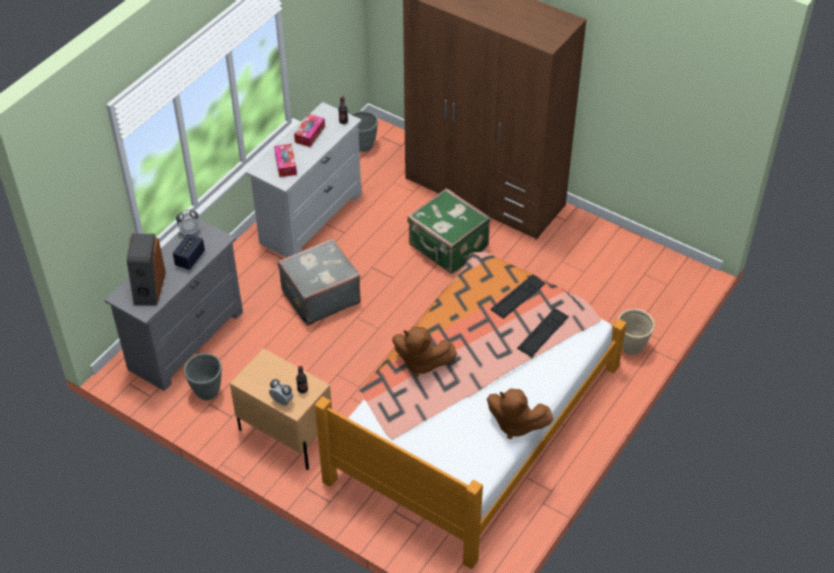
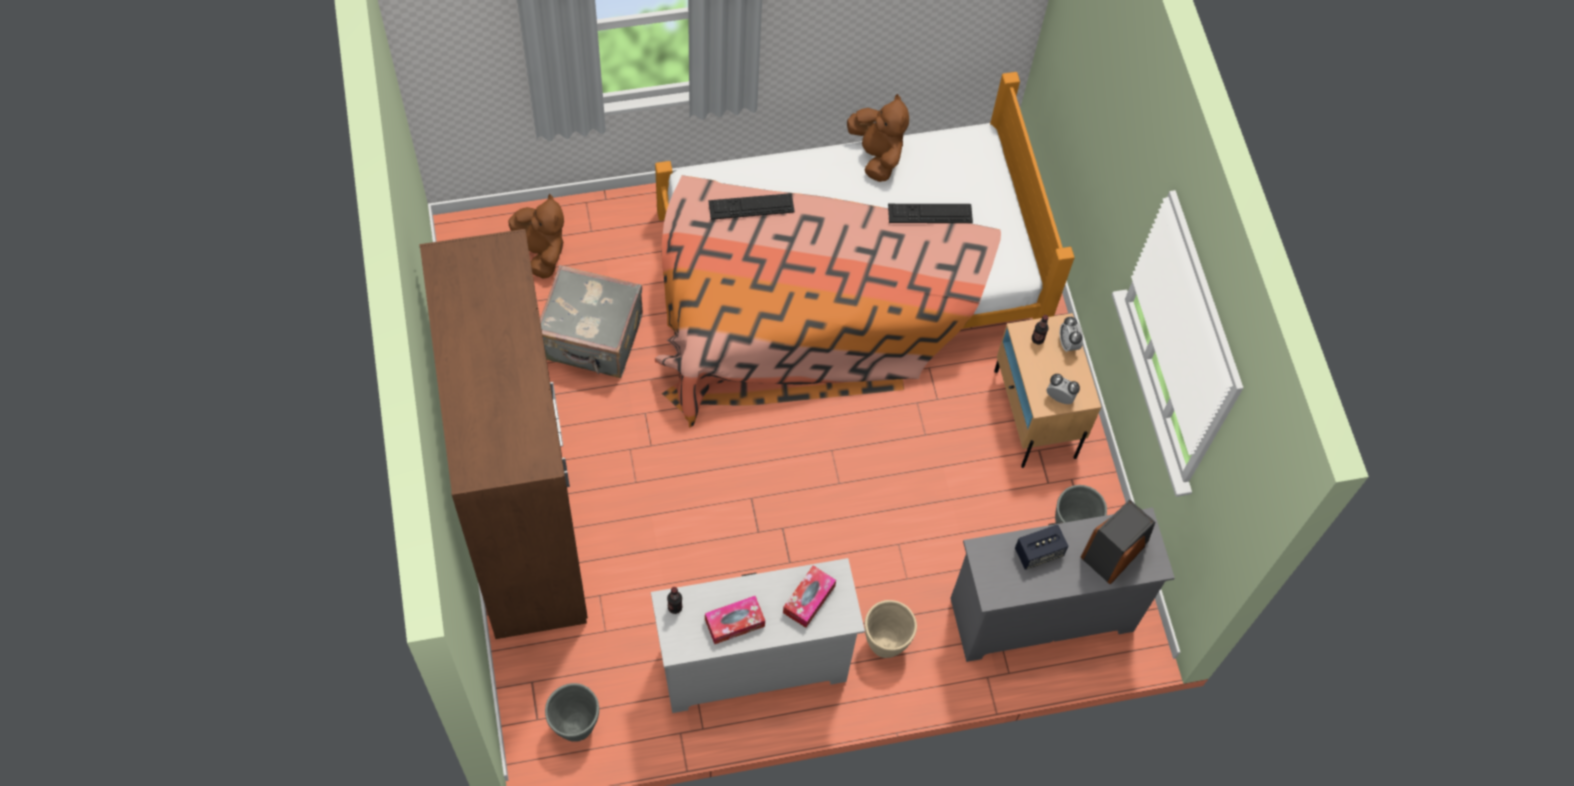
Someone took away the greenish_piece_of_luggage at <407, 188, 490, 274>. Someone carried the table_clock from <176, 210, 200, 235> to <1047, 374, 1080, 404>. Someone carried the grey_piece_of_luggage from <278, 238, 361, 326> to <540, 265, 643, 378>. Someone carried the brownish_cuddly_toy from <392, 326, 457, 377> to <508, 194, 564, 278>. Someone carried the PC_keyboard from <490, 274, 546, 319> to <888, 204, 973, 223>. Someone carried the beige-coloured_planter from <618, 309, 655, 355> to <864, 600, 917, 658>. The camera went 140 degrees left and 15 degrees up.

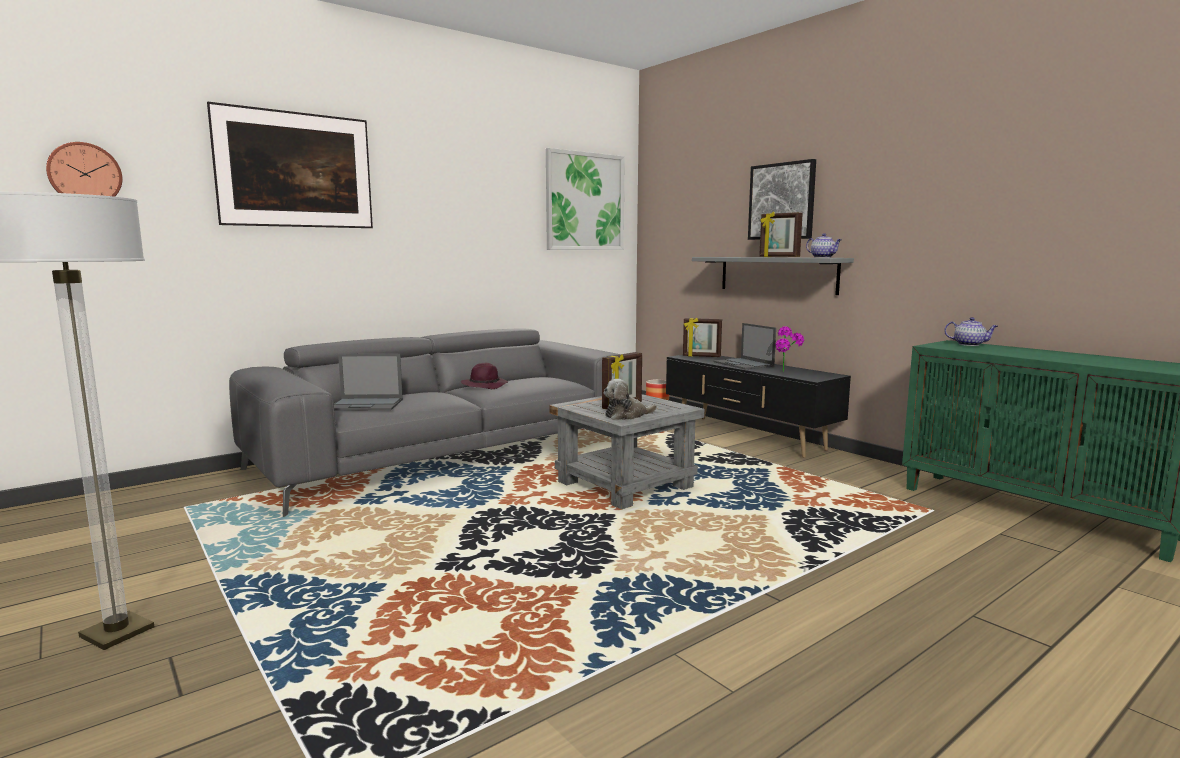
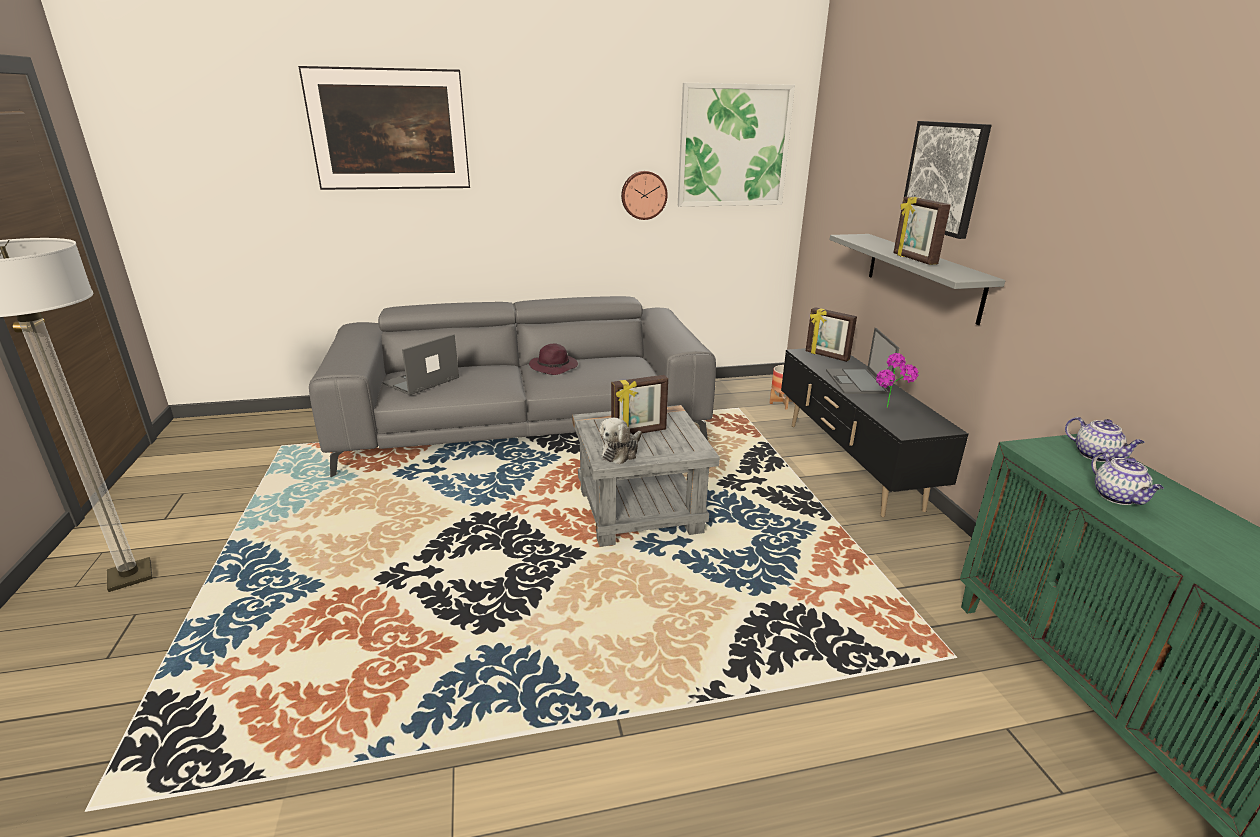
Someone carried the clock_on_the_wall from <46, 142, 122, 197> to <621, 171, 668, 220>. Someone carried the pot_for_tea from <806, 233, 842, 258> to <1091, 451, 1164, 505>. Someone rotated the laptop at <334, 354, 403, 411> by 105 degrees clockwise. Someone rotated the cuddly_toy at <603, 379, 657, 420> by 60 degrees counterclockwise. The camera went 25 degrees right and 15 degrees up.

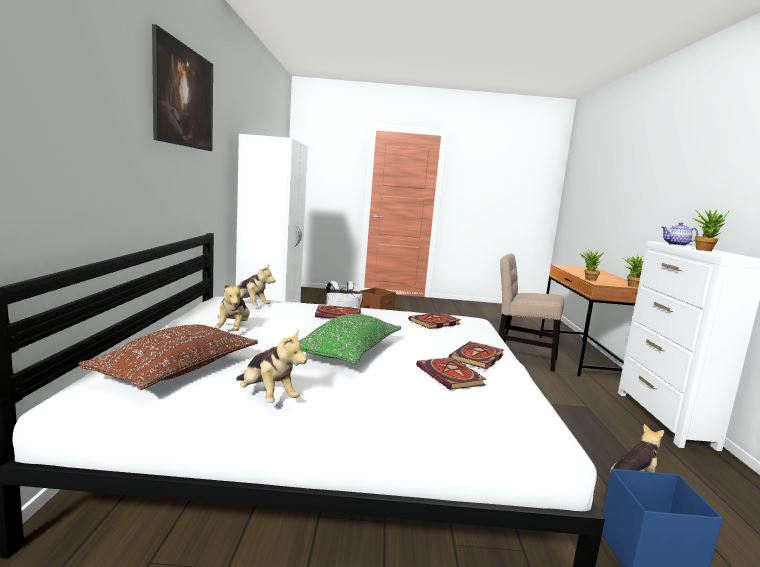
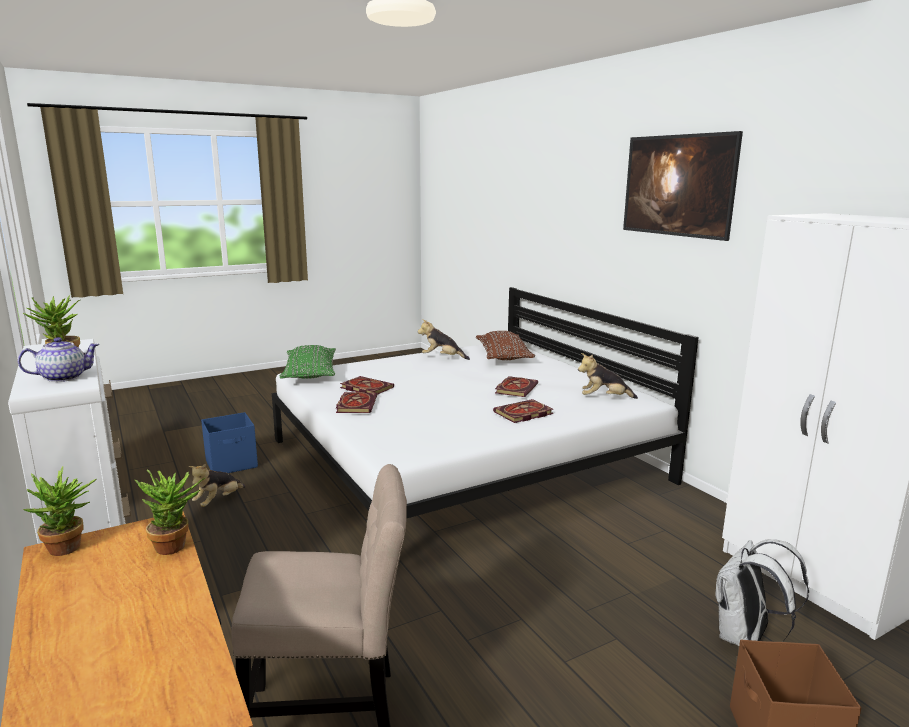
Someone took away the cuddly_toy at <215, 282, 250, 331>. Someone carried the greenish_cushion from <299, 313, 401, 364> to <280, 345, 336, 379>. Someone carried the book from <408, 312, 461, 329> to <495, 376, 538, 397>. The camera went 150 degrees right and 5 degrees up.

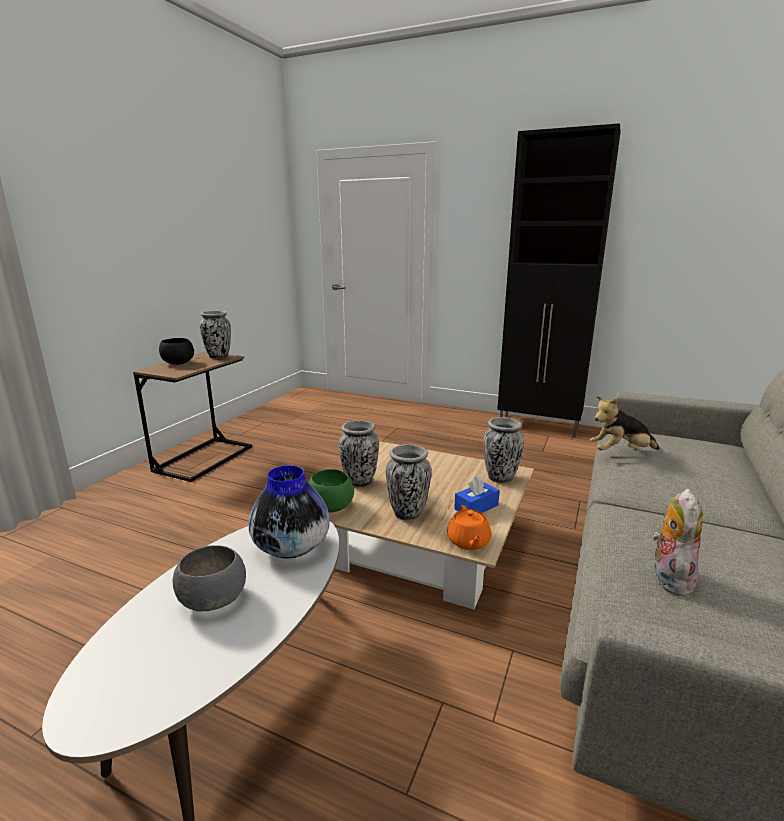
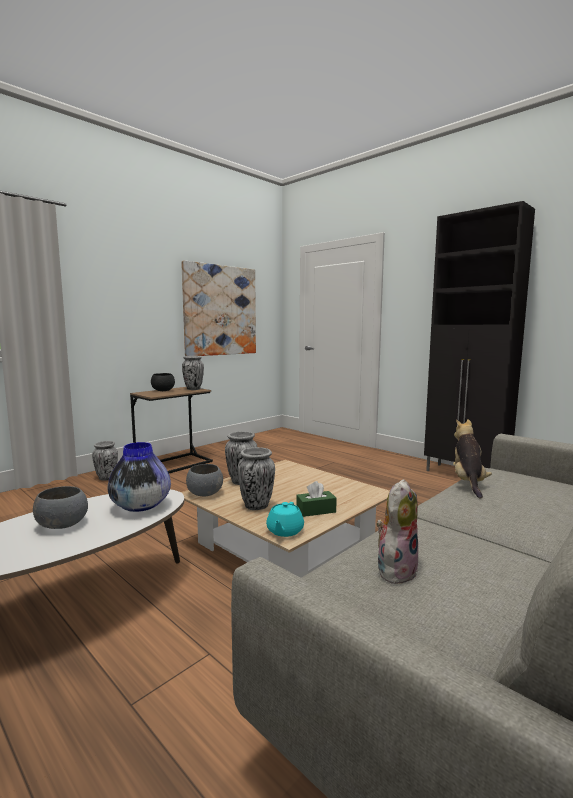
Someone put up the picture at <181, 260, 256, 356>. Someone carried the vase from <483, 417, 524, 483> to <92, 441, 118, 480>. Someone repainted the greenish_deep_dish at <309, 469, 354, 512>, which became the grey_deep_dish at <186, 464, 223, 497>. Someone repainted the orangey_pot_for_tea at <447, 505, 492, 550>, which became the turquoise-coloured_pot_for_tea at <266, 502, 304, 537>. Someone repainted the blue_tissue_holder at <454, 475, 500, 513>, which became the greenish_tissue_holder at <296, 481, 337, 517>. Someone rotated the cuddly_toy at <590, 396, 660, 451> by 90 degrees clockwise. The camera went 20 degrees right and 10 degrees down.

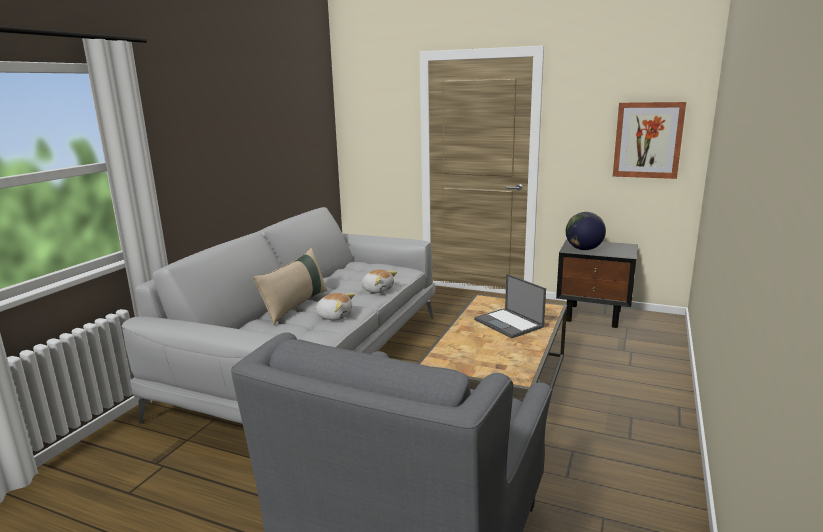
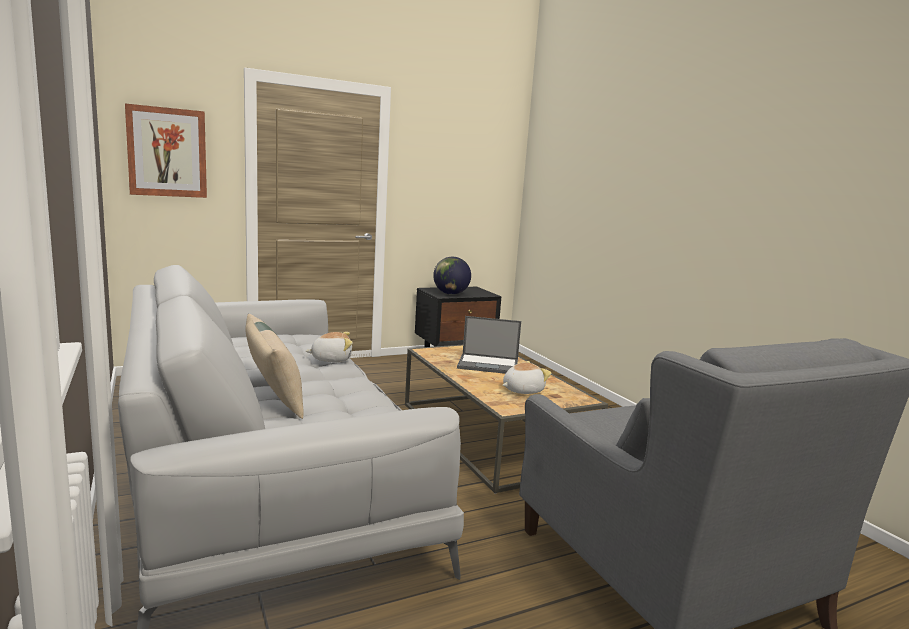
Someone carried the cuddly_toy from <314, 293, 355, 320> to <502, 361, 552, 394>. Someone carried the picture from <613, 102, 686, 179> to <125, 104, 207, 198>. The camera went 50 degrees left and 5 degrees down.

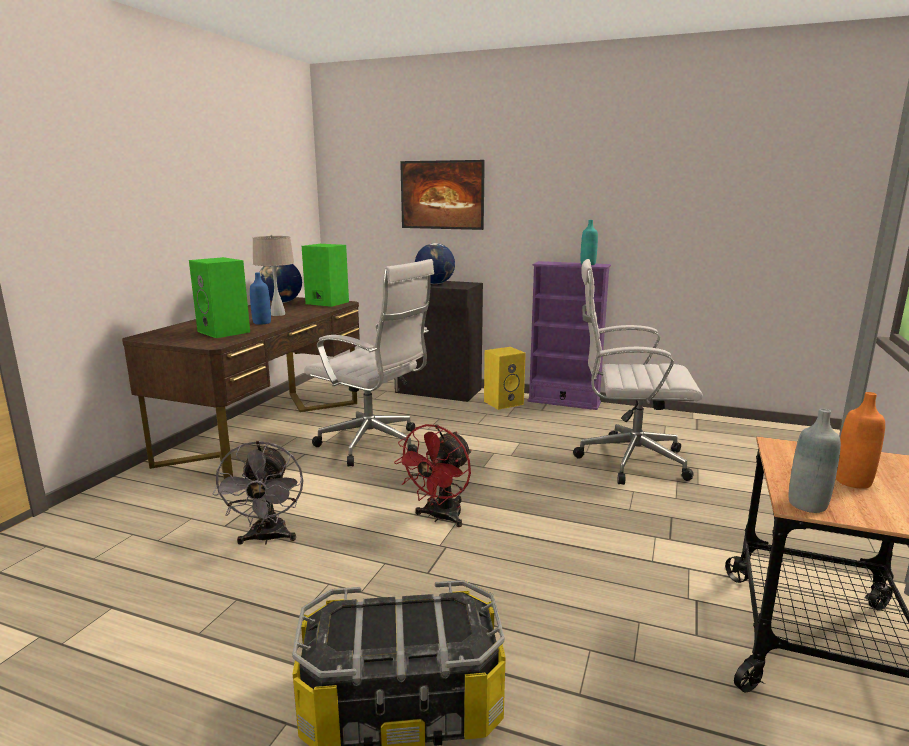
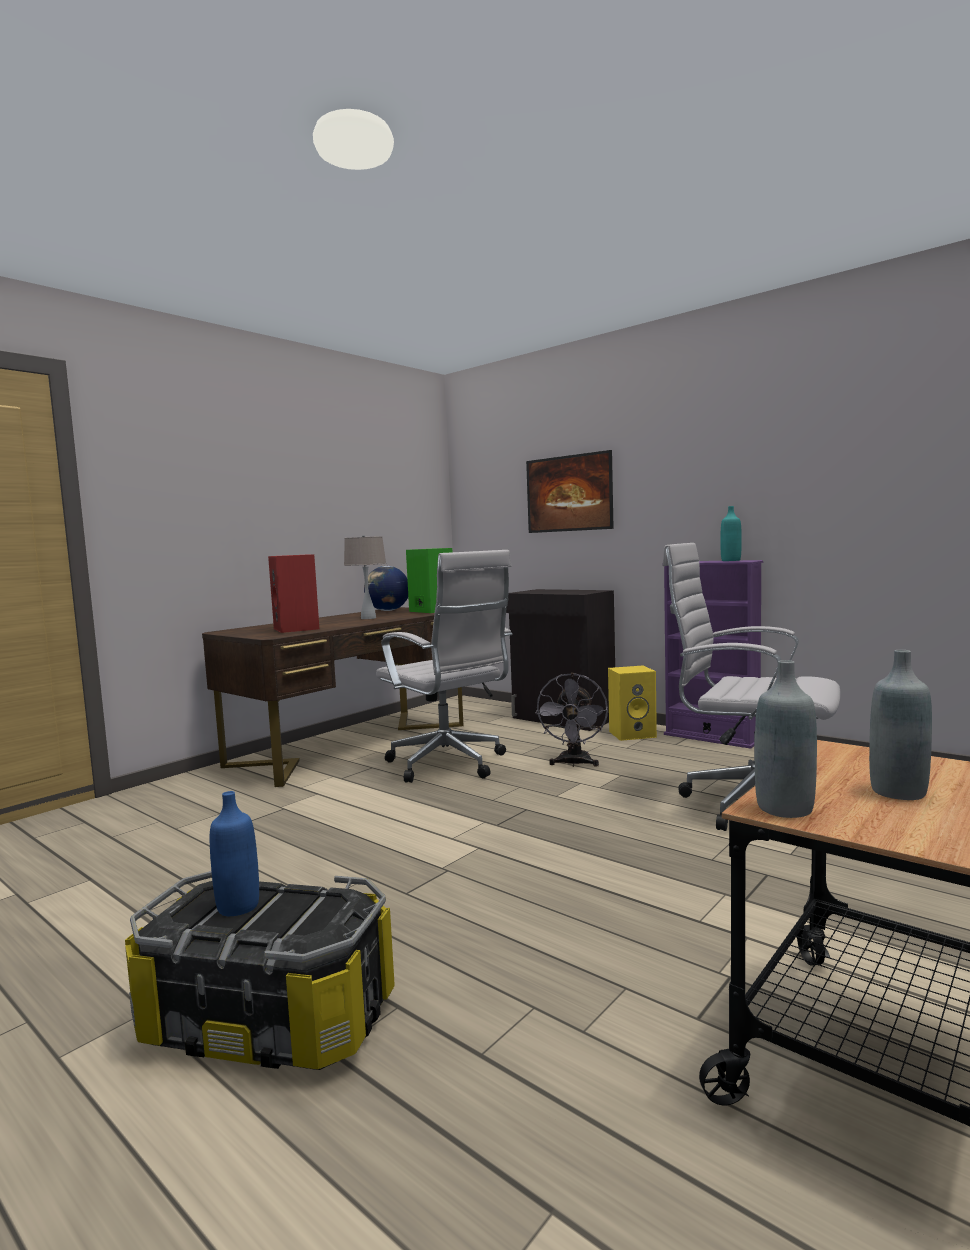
Someone took away the red-coloured_cooling_fan at <394, 424, 472, 527>. Someone took away the desk_globe at <415, 243, 455, 284>. Someone carried the grey_cooling_fan from <213, 441, 303, 545> to <535, 673, 608, 767>. Someone carried the blue_bottle from <250, 272, 271, 325> to <210, 791, 259, 916>. Someone repainted the greenish_audio_speaker at <189, 257, 250, 338>, which became the red-coloured_audio_speaker at <268, 554, 319, 633>. Someone repainted the orangey_bottle at <836, 392, 885, 488>, which became the grey_bottle at <869, 650, 932, 800>. The camera went 20 degrees right and 10 degrees down.

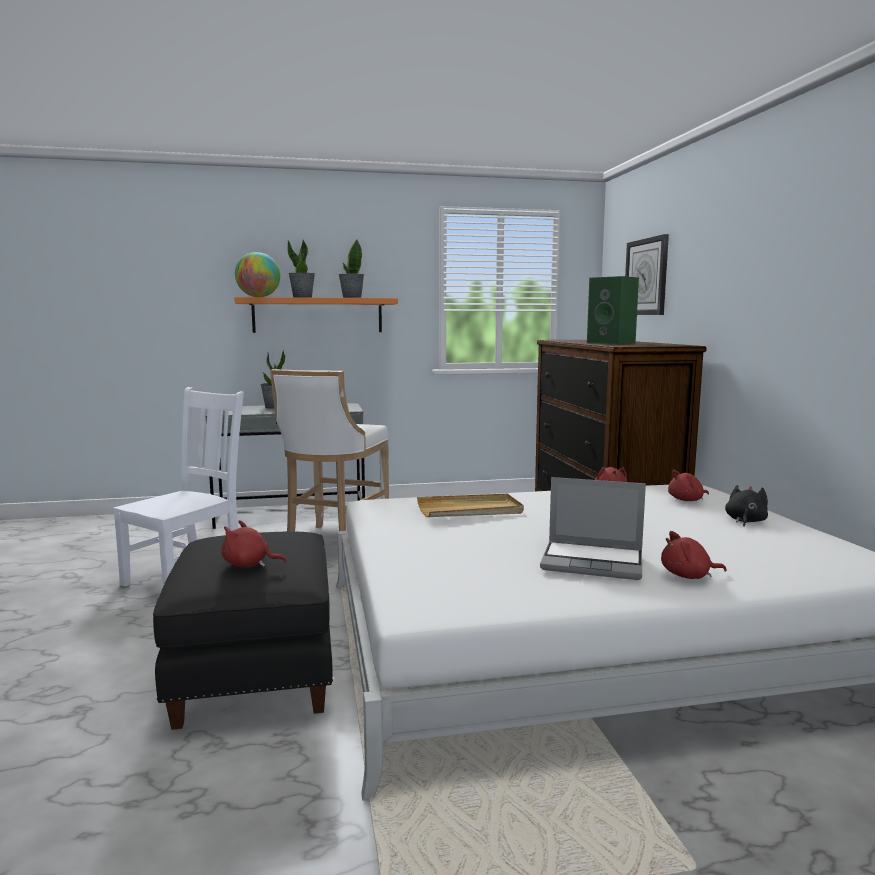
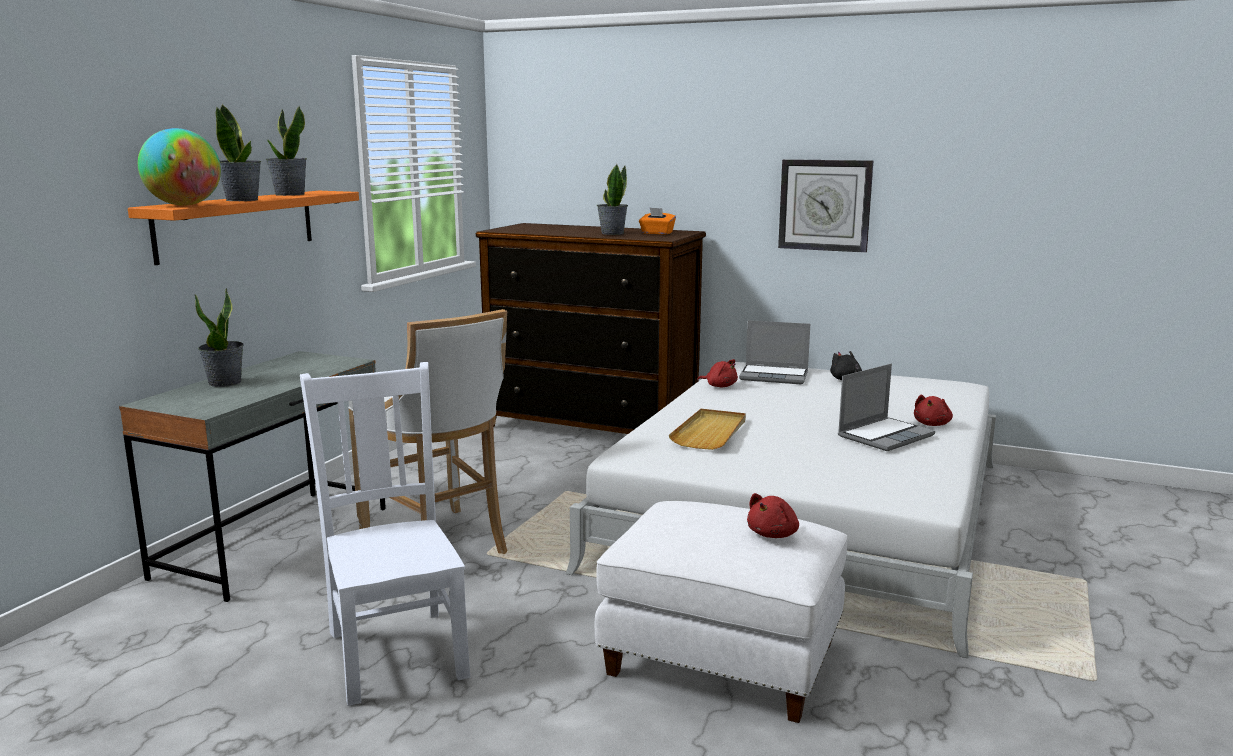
Someone put down the orangey_tissue_holder at <639, 207, 676, 235>. Someone carried the clock_on_the_wall from <625, 234, 669, 315> to <778, 159, 873, 253>. Someone swapped the greenish_audio_speaker at <587, 276, 639, 344> for the potted_plant at <597, 164, 628, 235>. Someone swapped the red-coloured_cuddly_toy at <668, 470, 709, 501> for the laptop at <739, 320, 810, 385>. Someone repainted the black_pouffe at <153, 532, 333, 730>, which became the white_pouffe at <595, 501, 847, 723>. The camera went 55 degrees left and 5 degrees up.

